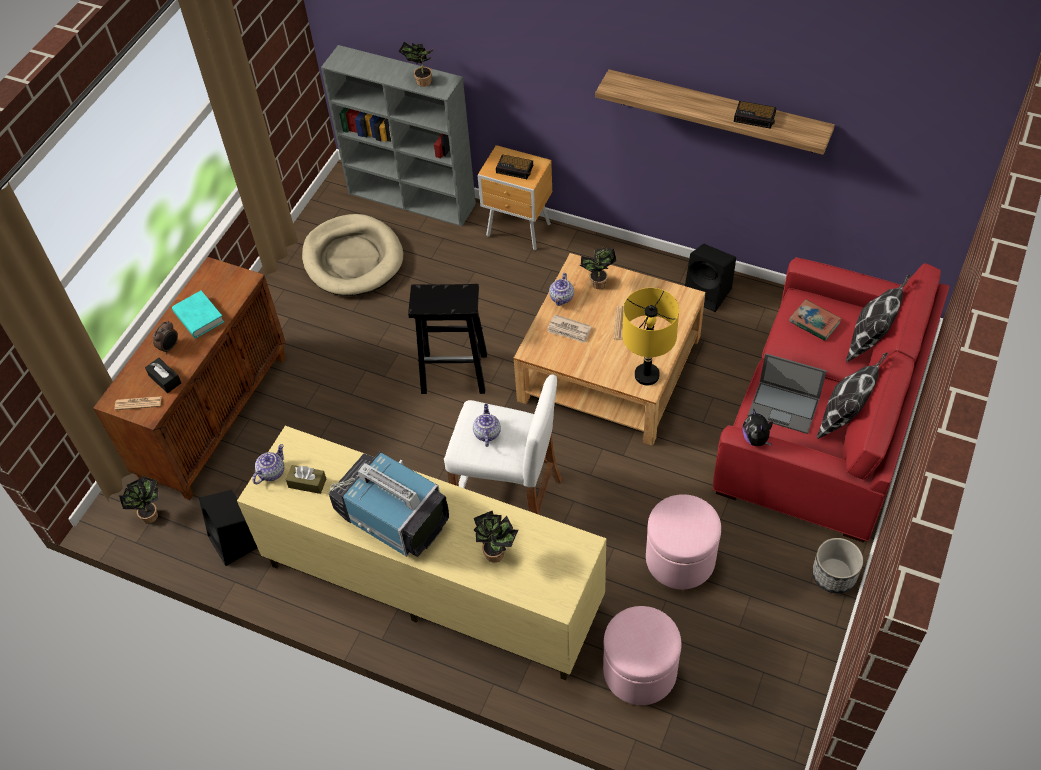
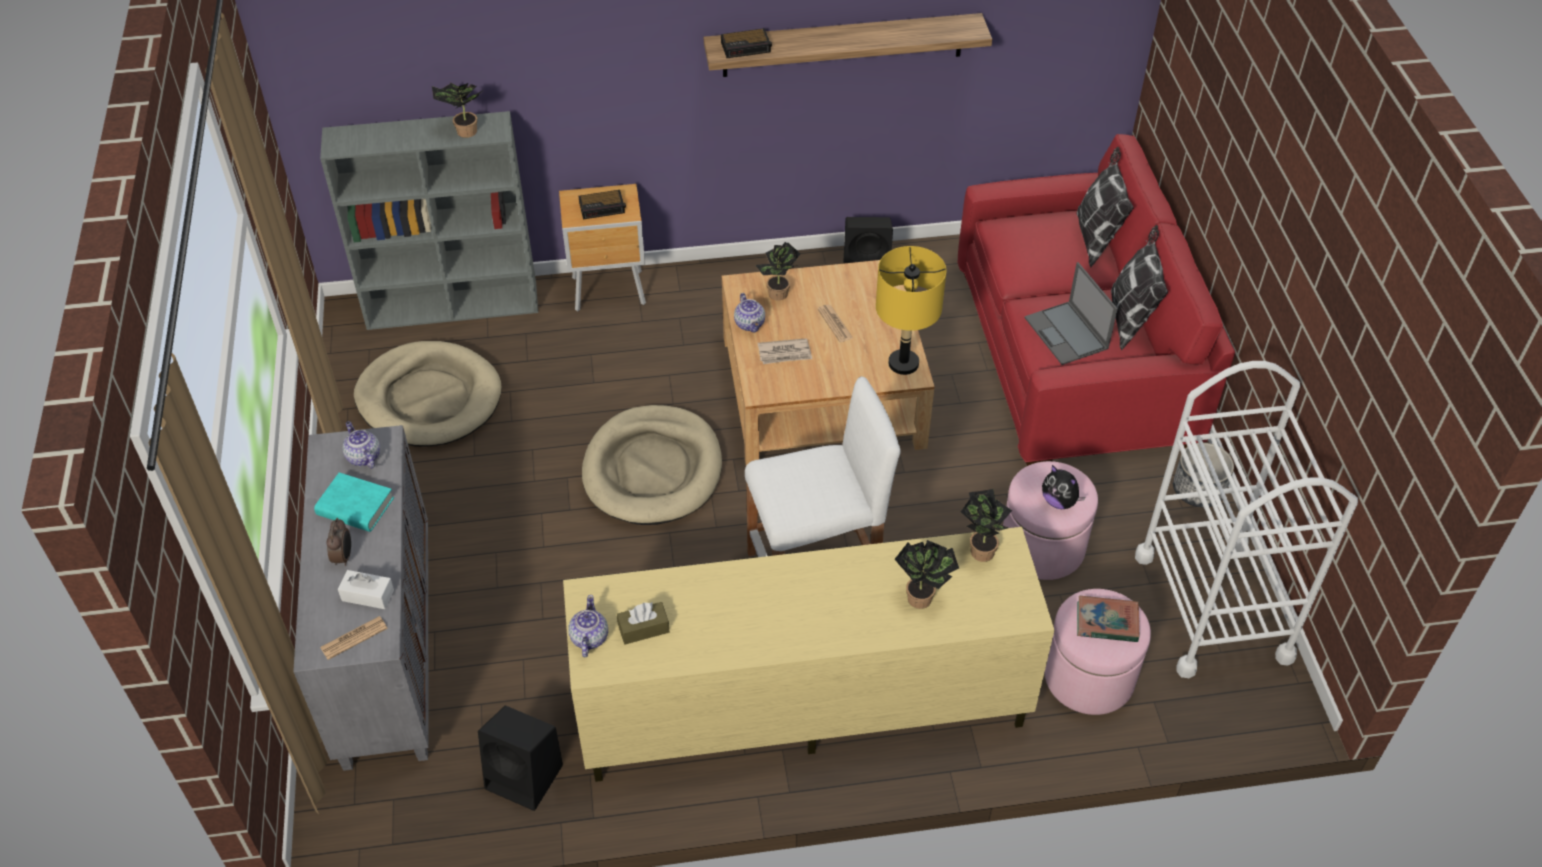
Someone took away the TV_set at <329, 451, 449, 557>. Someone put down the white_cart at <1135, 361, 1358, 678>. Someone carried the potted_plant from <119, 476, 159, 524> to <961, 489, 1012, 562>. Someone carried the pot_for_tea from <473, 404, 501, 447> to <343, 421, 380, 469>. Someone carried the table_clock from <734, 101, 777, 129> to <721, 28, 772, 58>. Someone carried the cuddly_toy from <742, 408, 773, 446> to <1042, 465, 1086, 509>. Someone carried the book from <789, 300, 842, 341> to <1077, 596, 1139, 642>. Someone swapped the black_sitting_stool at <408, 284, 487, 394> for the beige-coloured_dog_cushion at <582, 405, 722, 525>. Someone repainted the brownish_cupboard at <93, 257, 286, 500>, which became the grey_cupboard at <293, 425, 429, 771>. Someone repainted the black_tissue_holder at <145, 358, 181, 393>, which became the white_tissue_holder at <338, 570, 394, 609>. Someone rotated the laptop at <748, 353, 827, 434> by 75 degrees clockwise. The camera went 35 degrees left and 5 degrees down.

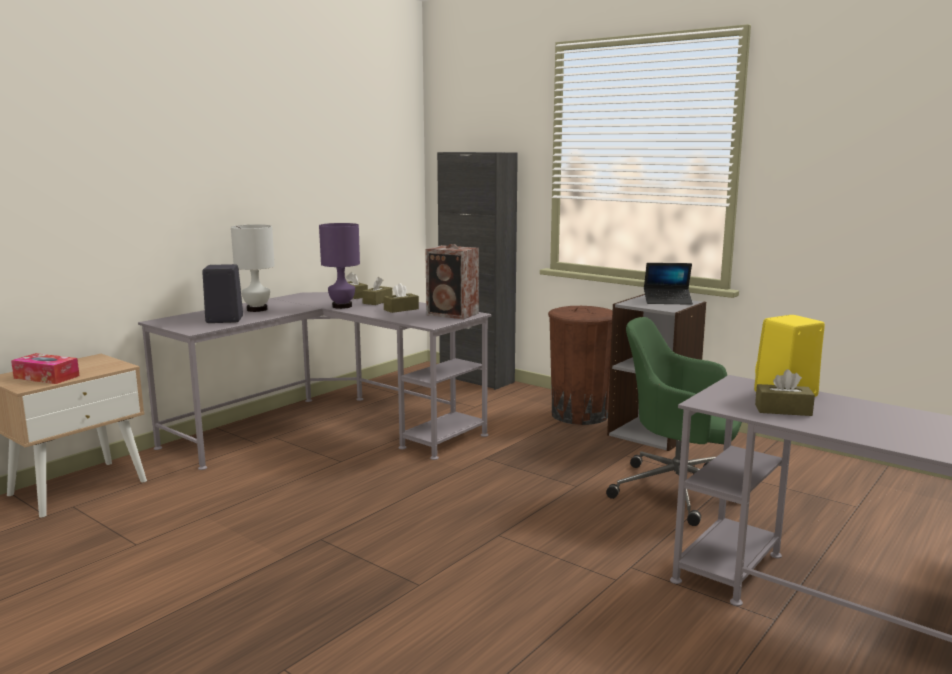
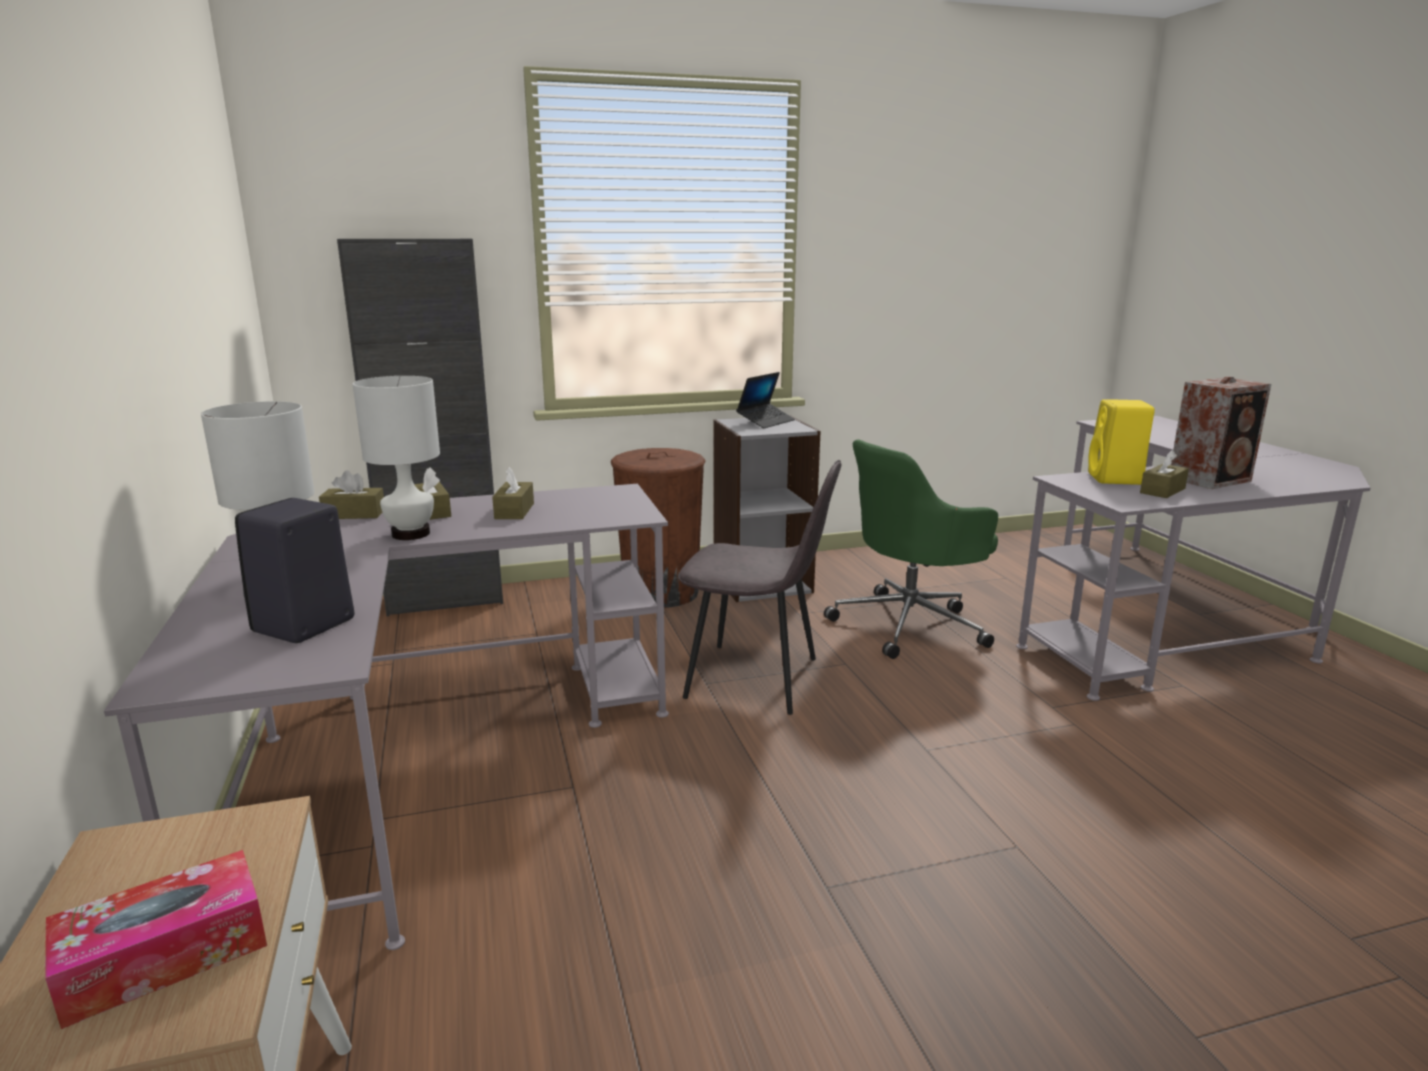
Someone put down the grey_upright_chair at <678, 460, 841, 715>. Someone carried the audio_speaker from <425, 244, 479, 319> to <1171, 376, 1271, 489>. Someone repainted the purplish_table_lamp at <319, 223, 360, 309>, which became the white_table_lamp at <353, 376, 440, 540>. The camera went 55 degrees left and 5 degrees up.

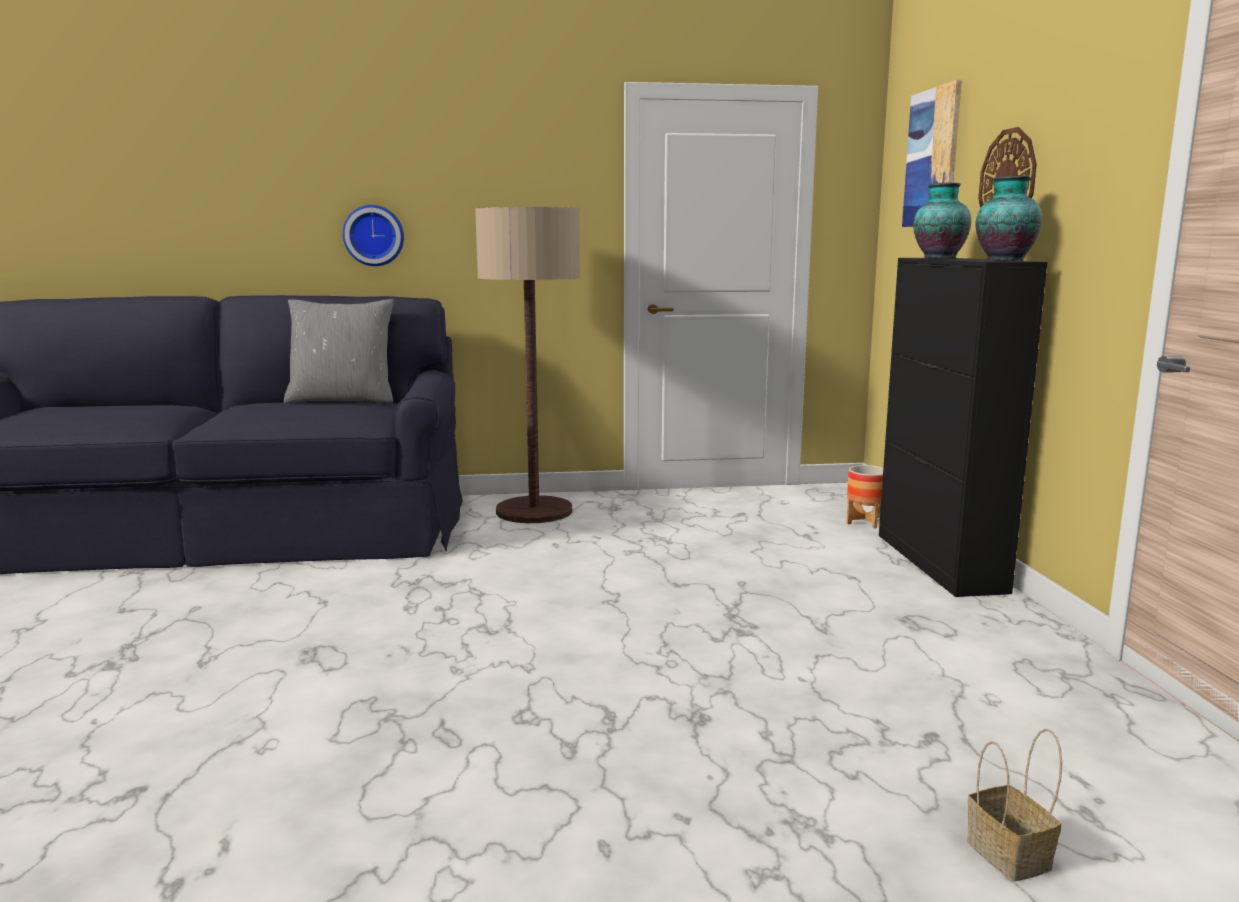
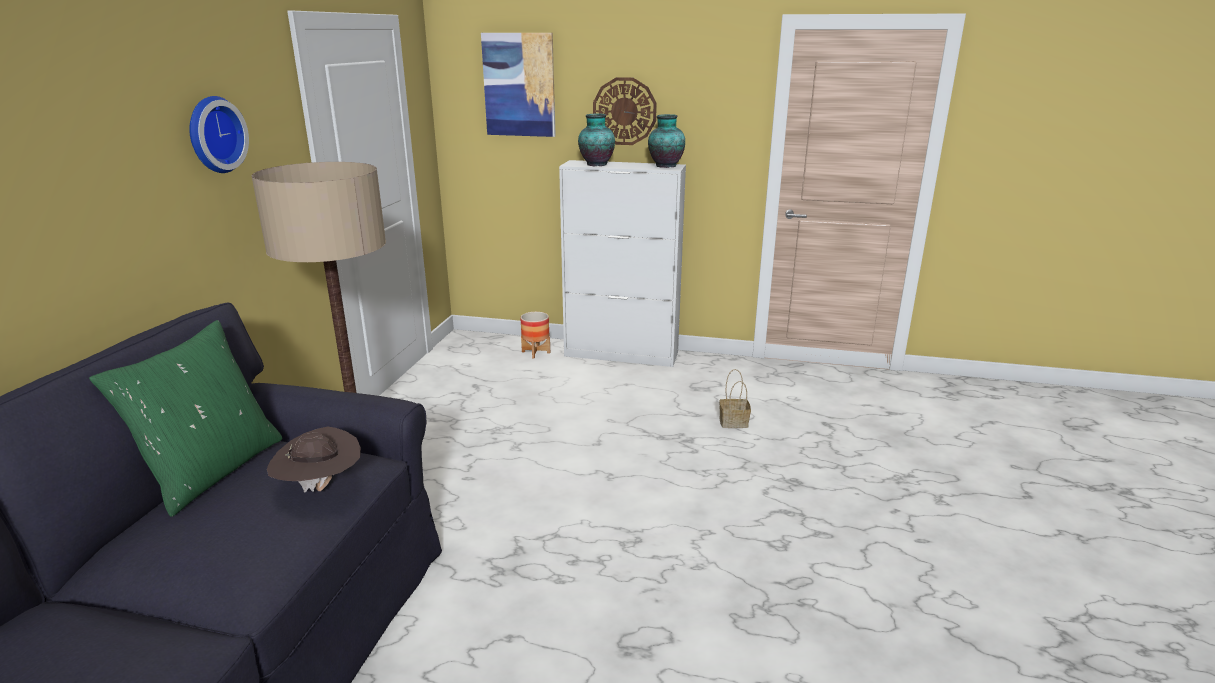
Someone put down the brownish_clothing_hat at <267, 426, 361, 493>. Someone carried the clock_on_the_wall from <343, 205, 404, 266> to <189, 96, 249, 173>. Someone carried the storage_basket from <967, 728, 1062, 882> to <719, 369, 751, 428>. Someone repainted the grey_cushion at <284, 299, 394, 403>, which became the greenish_cushion at <89, 320, 283, 517>. Someone repainted the black_cupboard at <879, 258, 1048, 597>, which became the white_cupboard at <559, 160, 686, 367>. The camera went 70 degrees left and 10 degrees up.

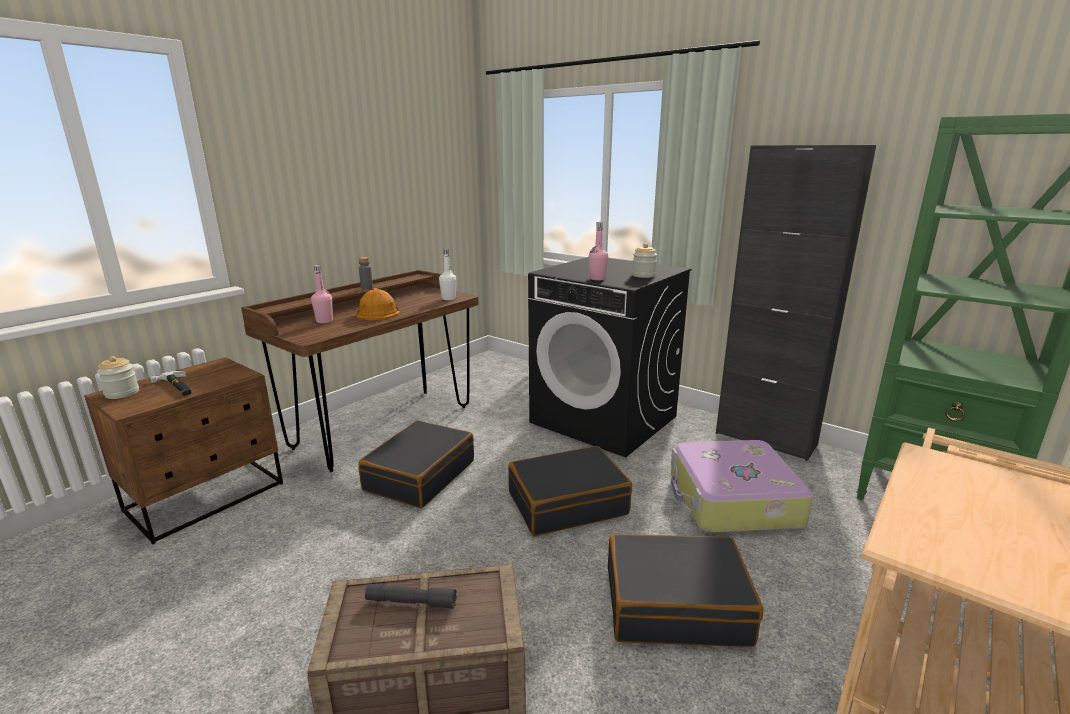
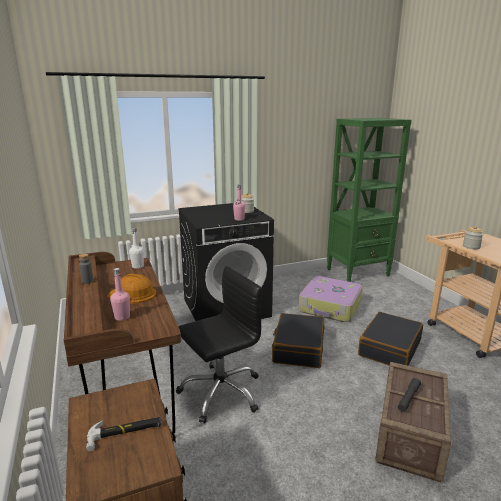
Someone took away the black_cupboard at <716, 145, 876, 461>. Someone carried the storage_jar from <97, 356, 139, 399> to <463, 226, 483, 249>. Someone swapped the black_piece_of_luggage at <358, 420, 474, 508> for the black_office_chair at <176, 266, 263, 423>. The camera went 60 degrees left and 0 degrees up.

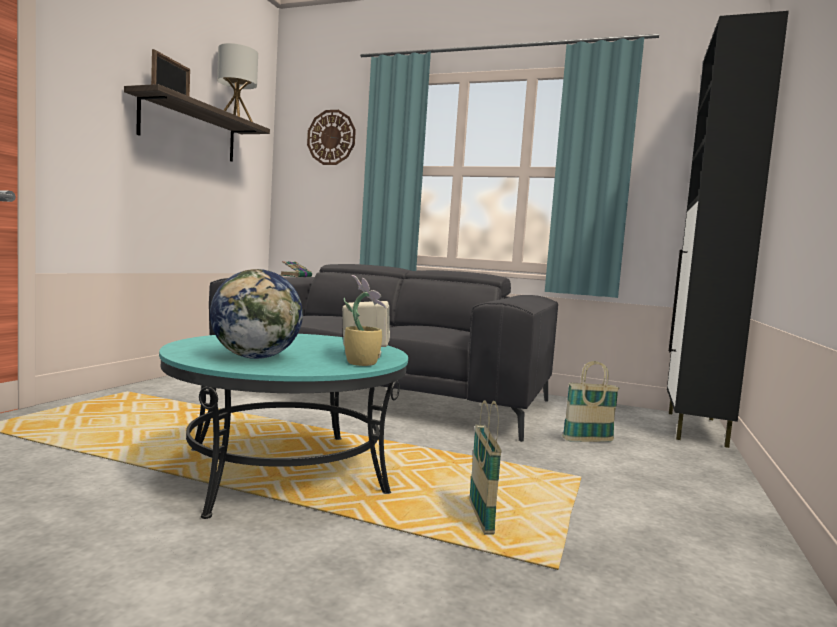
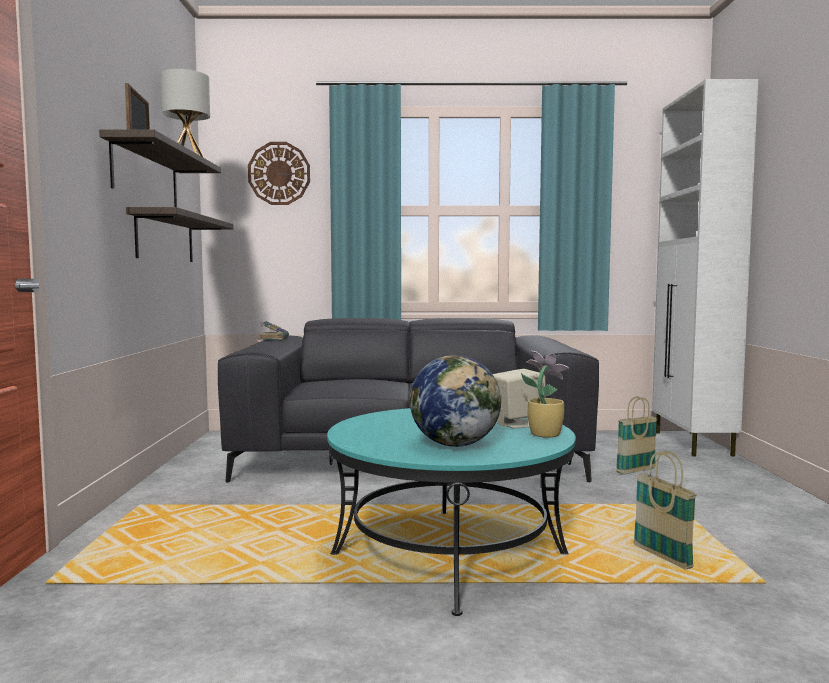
Someone put up the shelf at <126, 207, 234, 262>. Someone repainted the black_cupboard at <667, 11, 789, 448>, which became the white_cupboard at <652, 79, 758, 456>. The camera went 20 degrees left and 0 degrees up.

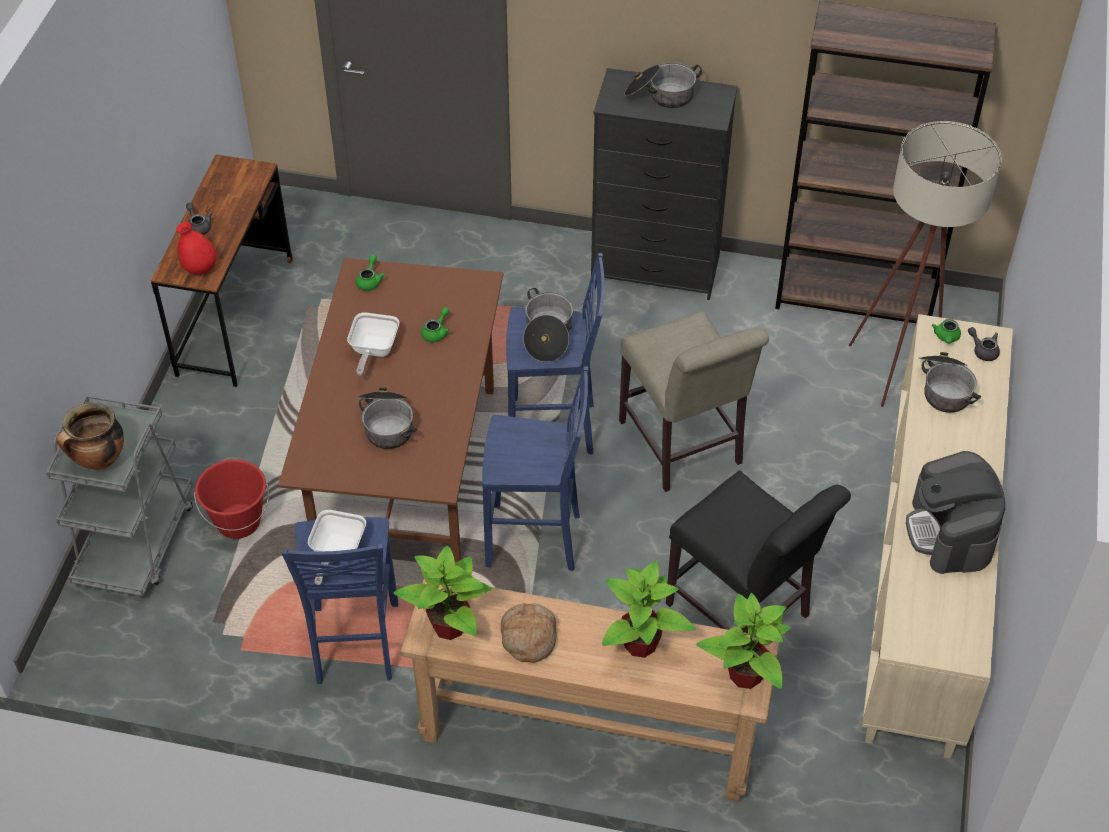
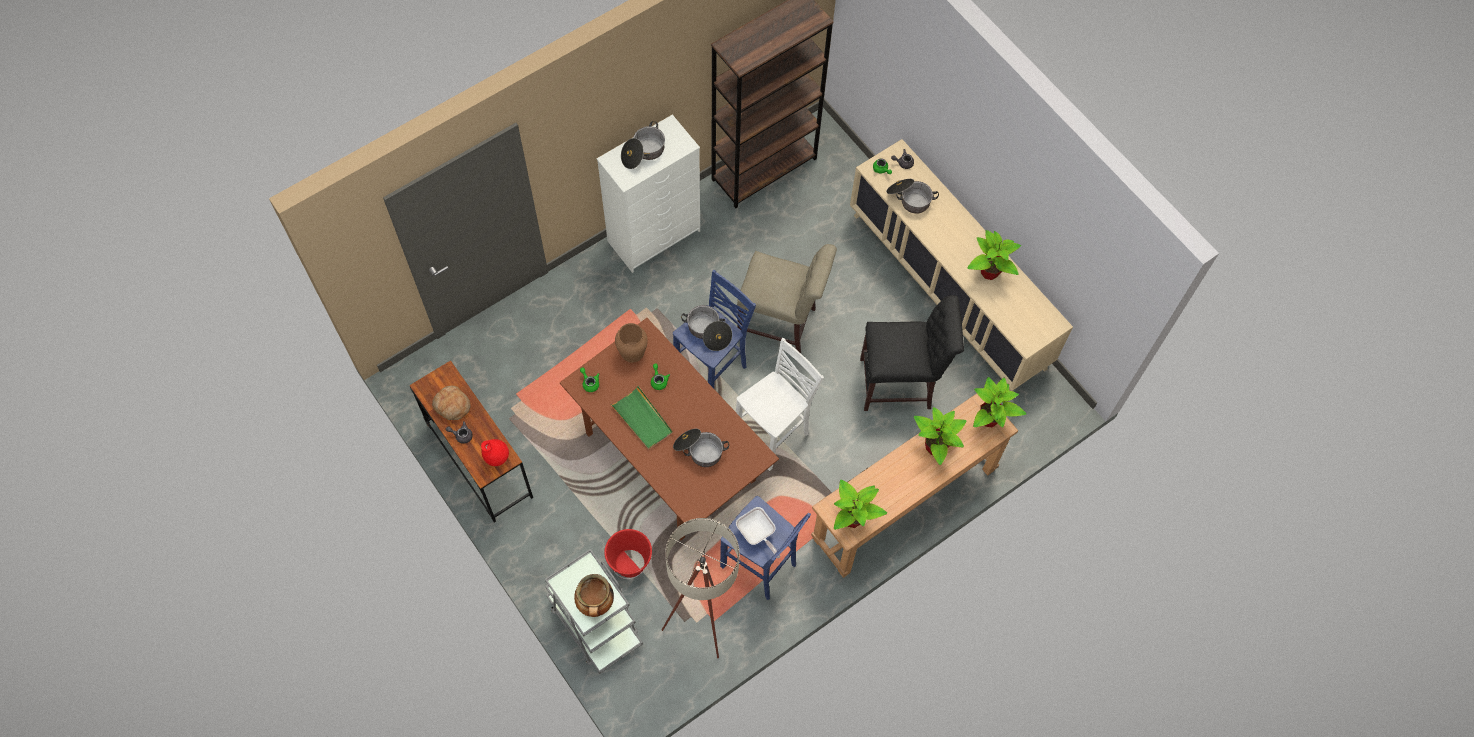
Someone put down the brownish_vase at <615, 323, 648, 363>. Someone carried the bakery_bread from <501, 603, 557, 663> to <432, 386, 470, 420>. Someone carried the beige-coloured_floor_lamp from <849, 121, 1002, 407> to <662, 518, 740, 658>. Someone swapped the skillet at <347, 313, 399, 375> for the greenish_carrying_tray at <610, 386, 673, 449>. Someone swapped the coffee_maker at <906, 451, 1005, 574> for the potted_plant at <968, 230, 1021, 280>. Someone repainted the blue_sitting_stool at <482, 366, 589, 571>, which became the white_sitting_stool at <736, 338, 824, 471>. Someone repainted the black_dresser at <591, 68, 738, 300>, which became the white_dresser at <597, 115, 700, 273>. The camera went 50 degrees left and 15 degrees up.

